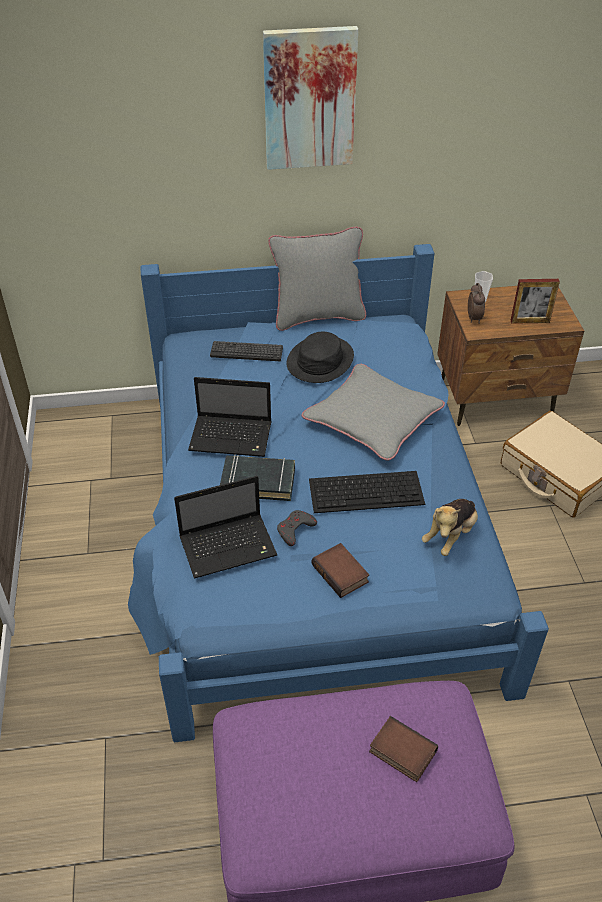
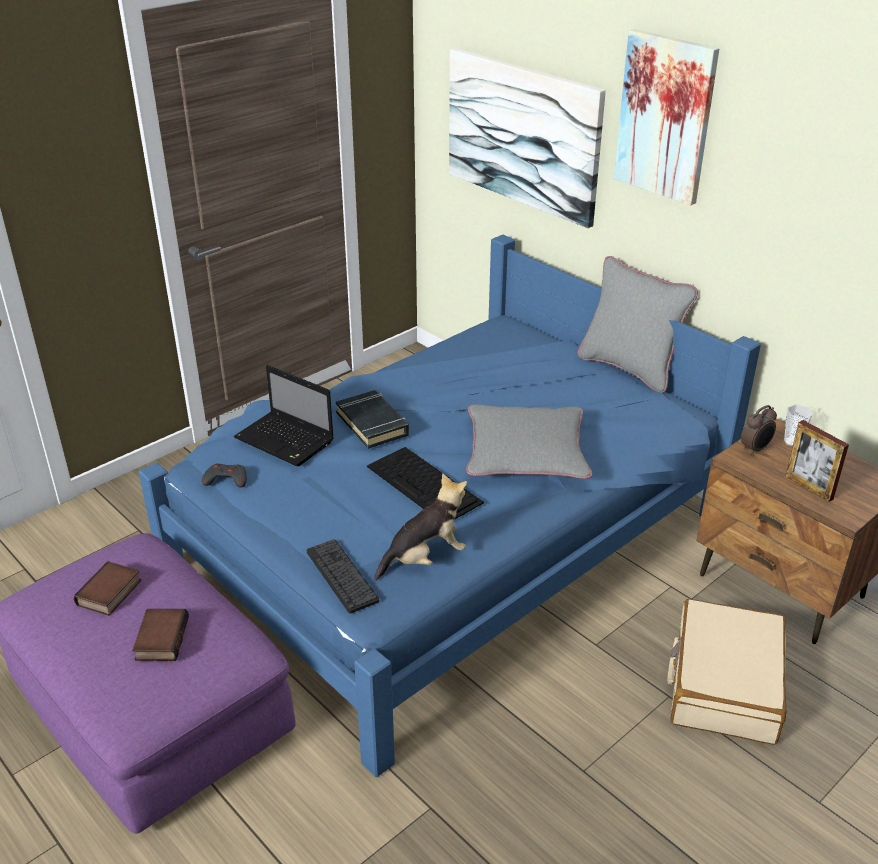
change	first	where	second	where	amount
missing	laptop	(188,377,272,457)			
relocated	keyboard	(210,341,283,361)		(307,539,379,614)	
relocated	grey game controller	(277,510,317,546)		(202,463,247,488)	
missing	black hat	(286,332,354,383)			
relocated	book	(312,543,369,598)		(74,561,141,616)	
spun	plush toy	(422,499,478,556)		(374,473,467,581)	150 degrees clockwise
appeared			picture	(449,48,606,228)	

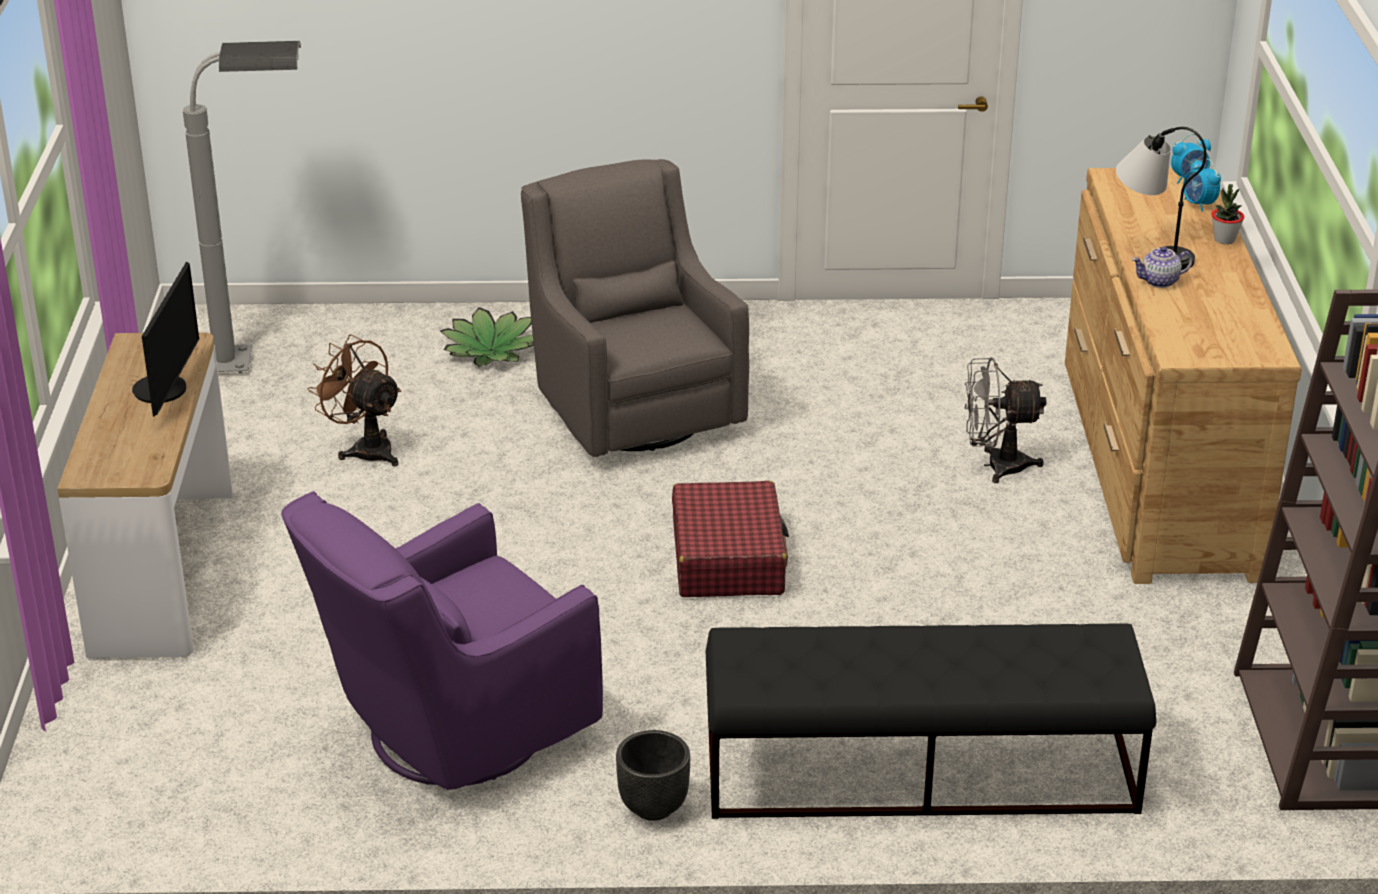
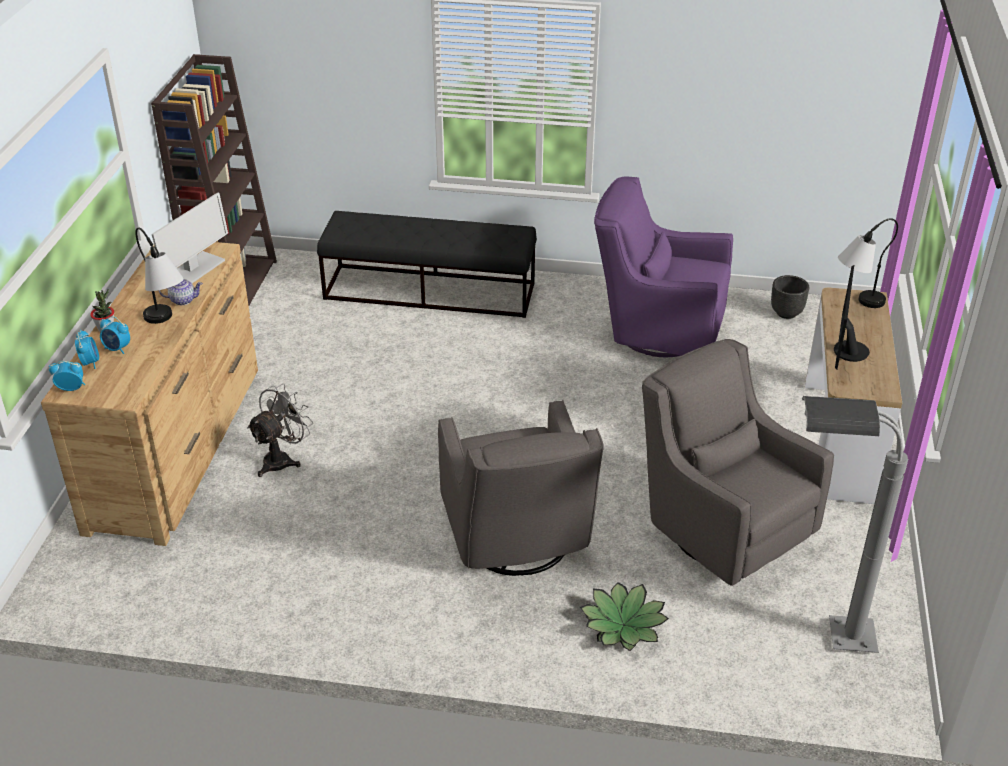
change	first	where	second	where	amount
spun	purple armchair	(281,491,603,790)		(594,176,733,357)	135 degrees counterclockwise
exchanged	brown fan	(308,334,402,466)	grey armchair	(642,339,834,586)	
relocated	black planter	(616,730,690,821)		(771,275,809,319)	
missing	red suitcase	(672,481,789,597)			
spun	grey fan	(965,357,1046,483)		(247,384,313,477)	60 degrees counterclockwise
appeared			alarm clock	(100,316,130,354)	
appeared			monitor	(152,192,228,283)	
appeared			table lamp	(838,218,898,308)	

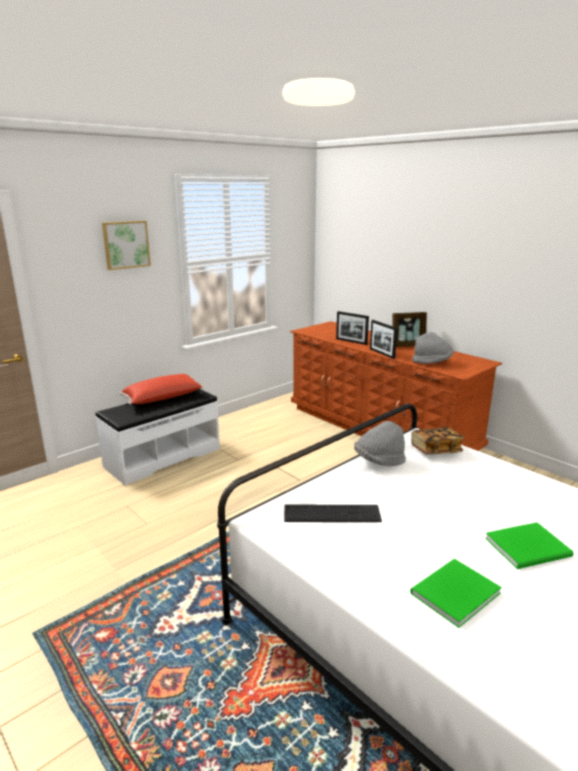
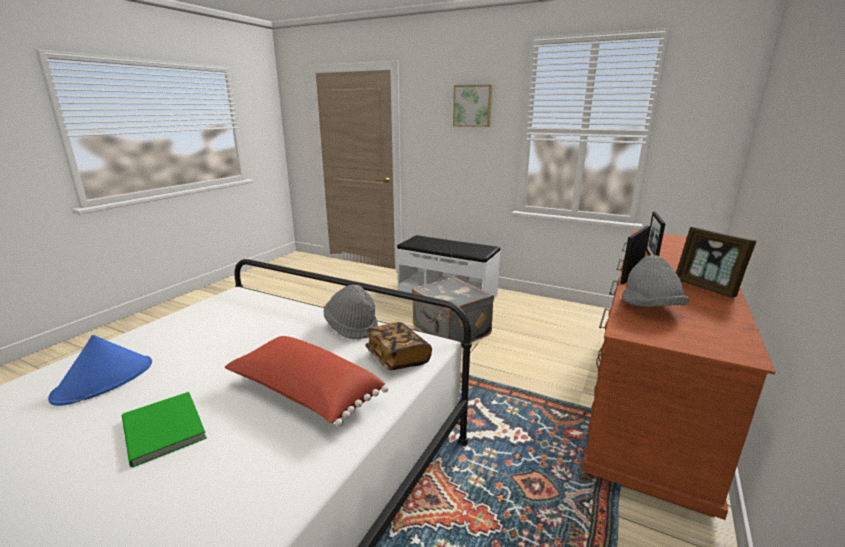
change	first	where	second	where	amount
relocated	red pillow	(119,374,204,405)		(225,336,388,427)	
missing	keyboard	(284,505,382,522)			
exchanged	green book	(410,559,502,628)	blue hat	(48,335,152,406)	
appeared			grey suitcase	(412,277,494,342)	

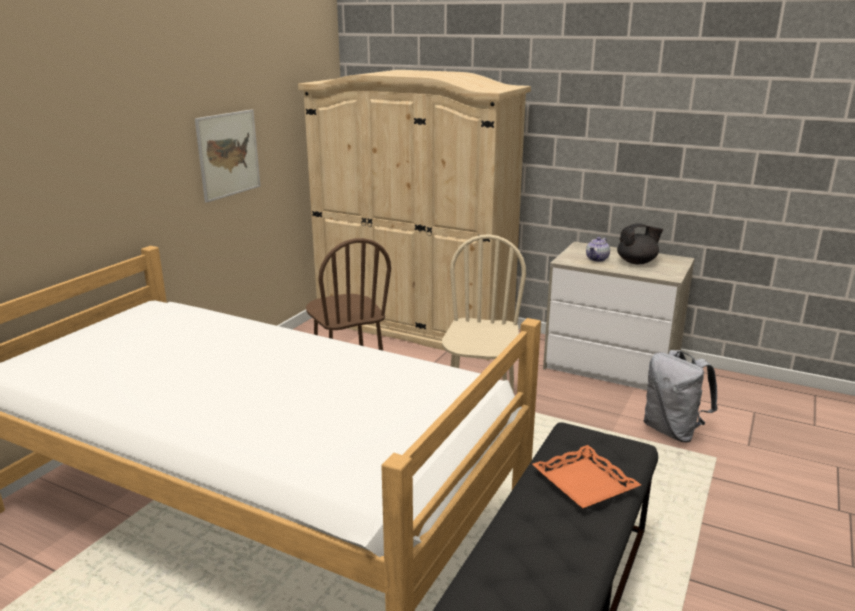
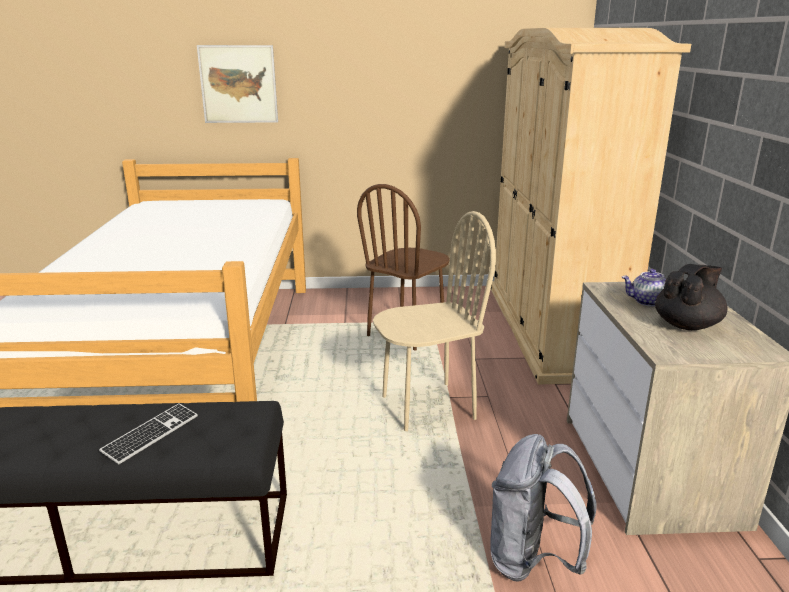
change	first	where	second	where	amount
relocated	picture	(195,109,260,203)		(197,45,278,123)	
exchanged	orange tray	(532,445,641,509)	keyboard	(99,403,198,464)	
spun	black teapot	(617,223,663,264)		(655,264,727,330)	90 degrees counterclockwise

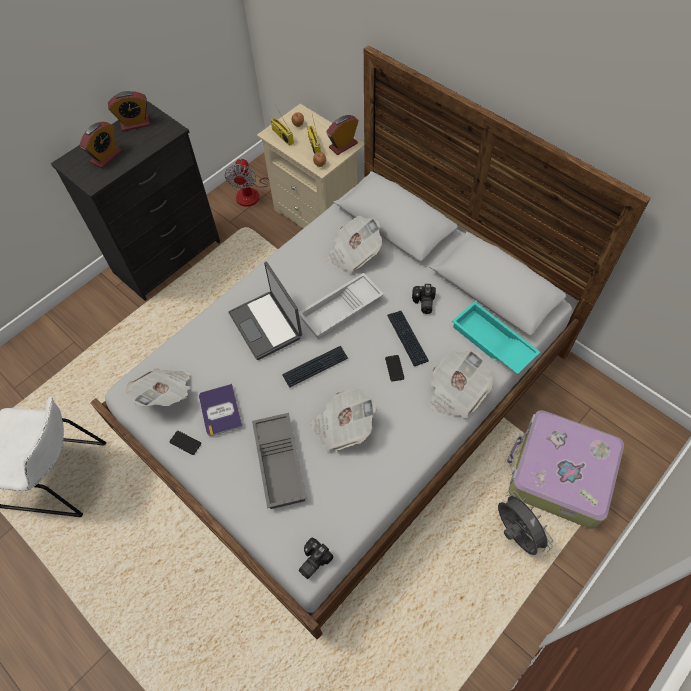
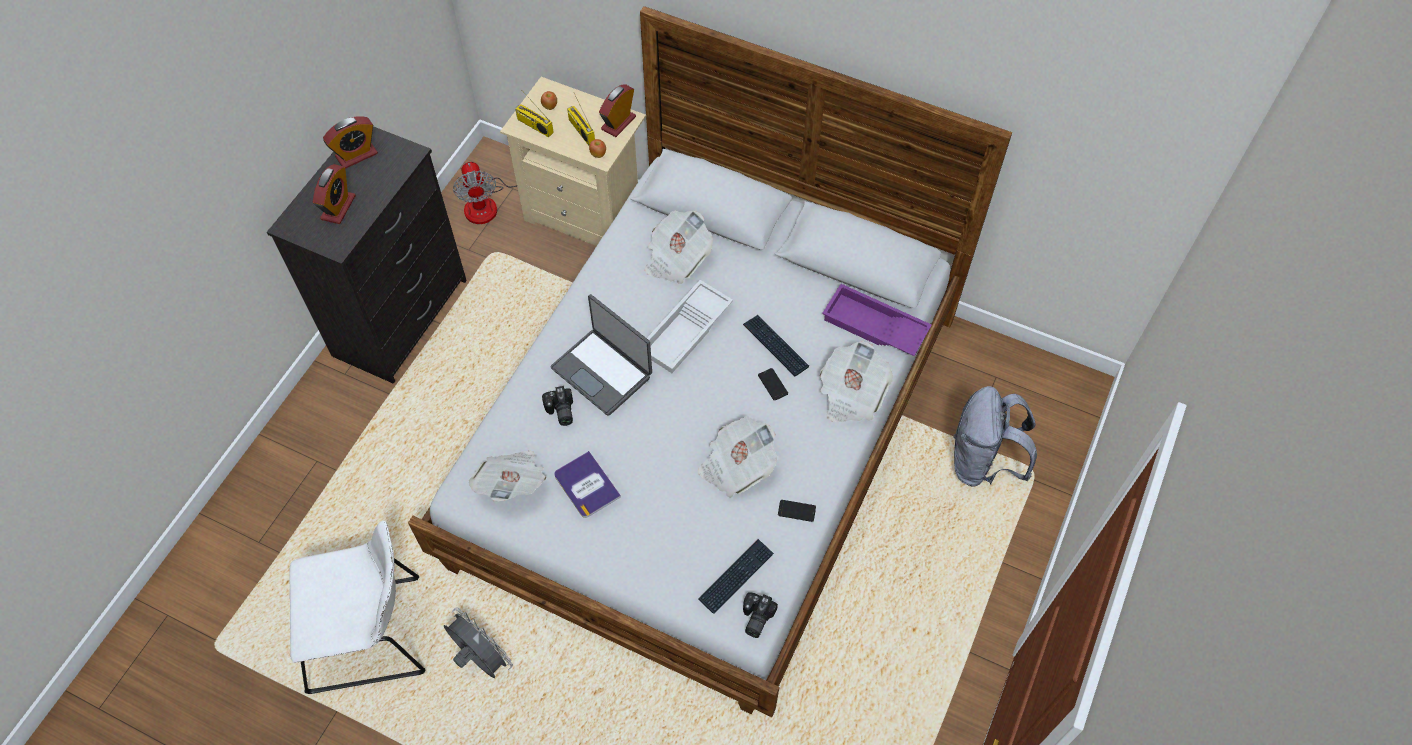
change	first	where	second	where	amount
relocated	phone	(169,431,201,455)		(778,500,816,522)	
missing	grey tray	(252,413,307,509)			
relocated	keyboard	(282,346,348,388)		(698,539,774,614)	
relocated	photo camera	(412,284,436,314)		(542,386,573,426)	
colour	turquoise tray	(452,301,540,374)	purple tray	(822,284,932,356)	
relocated	grey fan	(498,491,553,555)		(444,608,513,678)	
exchanged	suitcase	(507,410,624,529)	grey backpack	(953,386,1037,487)	

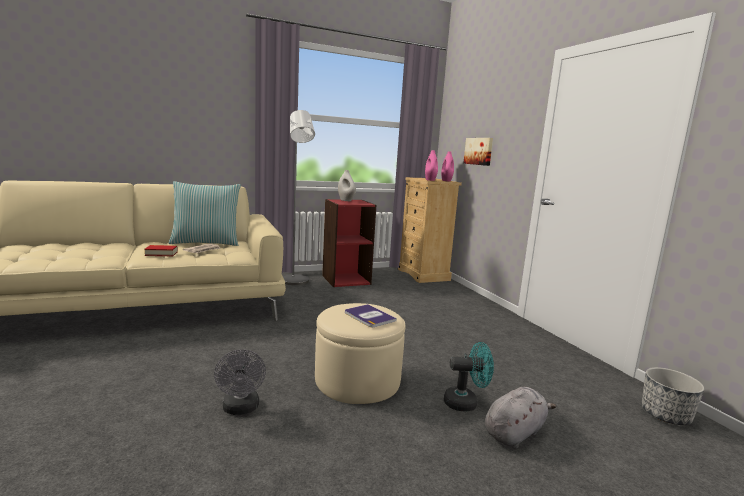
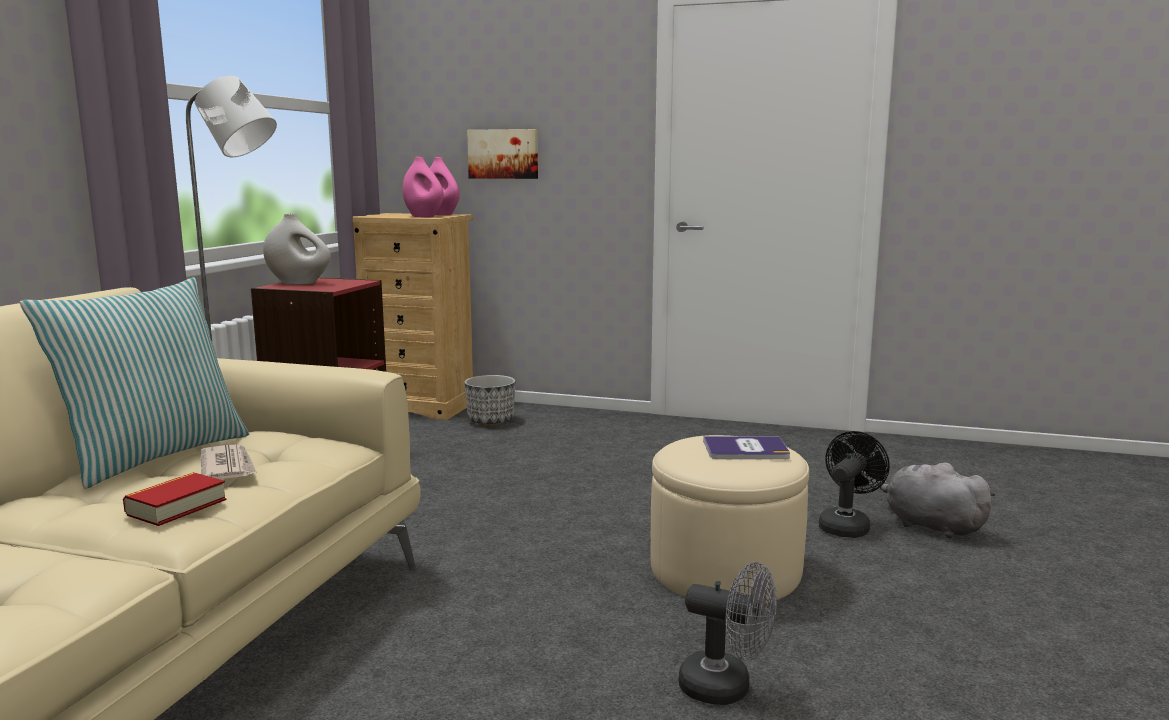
change	first	where	second	where	amount
colour	turquoise fan	(444,342,494,411)	black fan	(819,431,890,538)	
spun	grey plush toy	(485,387,556,449)		(879,463,995,538)	45 degrees counterclockwise
relocated	planter	(641,367,705,425)		(465,375,515,426)	

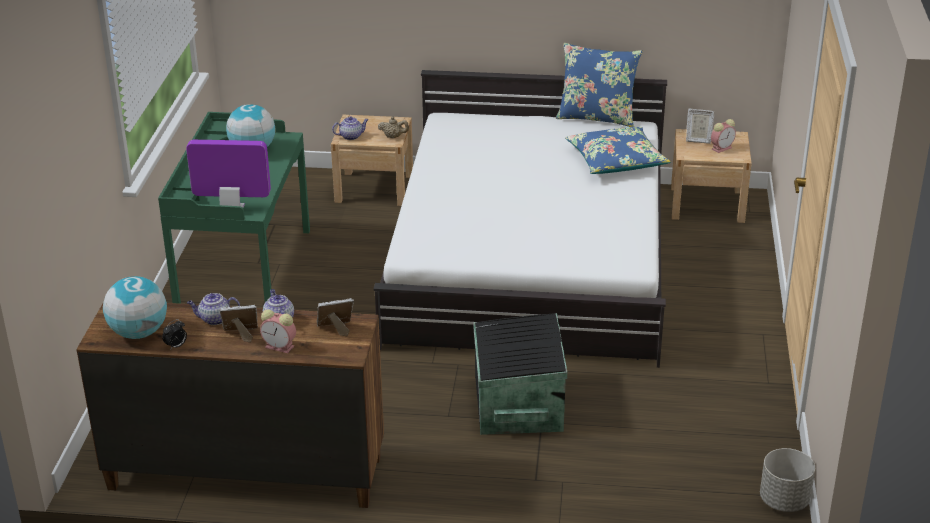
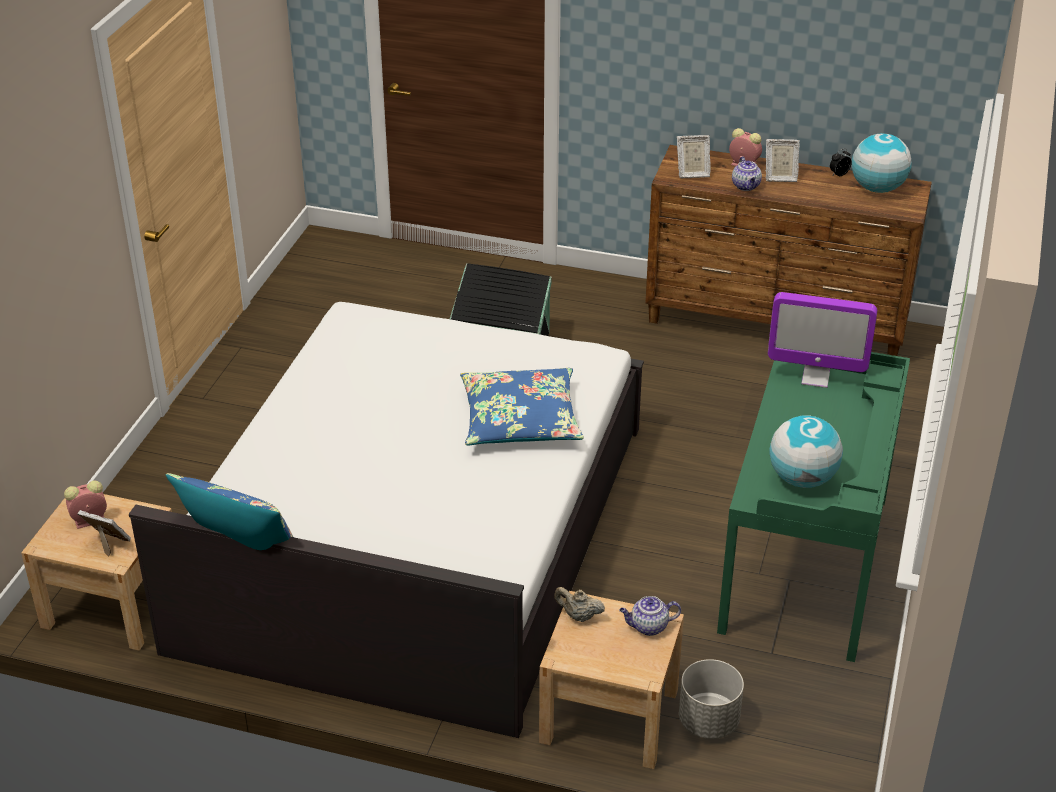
change	first	where	second	where	amount
missing	teapot	(187,293,240,325)			
relocated	blue pillow	(565,127,671,174)		(460,368,584,445)	
relocated	grey planter	(760,448,815,512)		(679,659,744,739)	

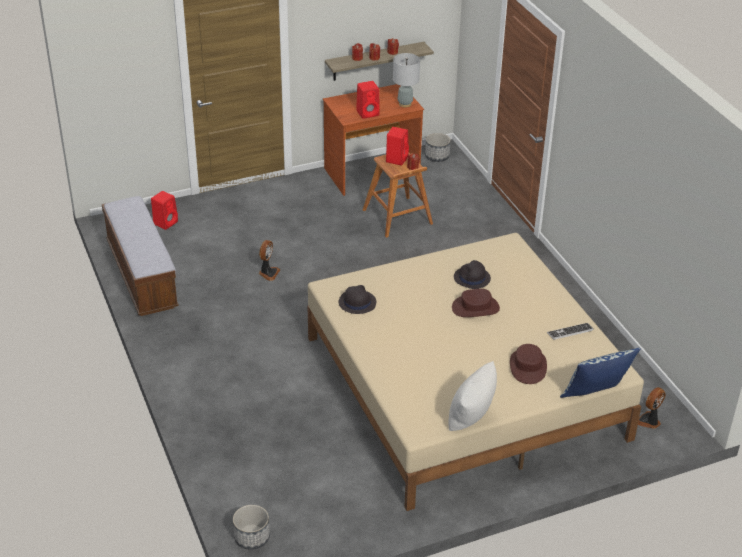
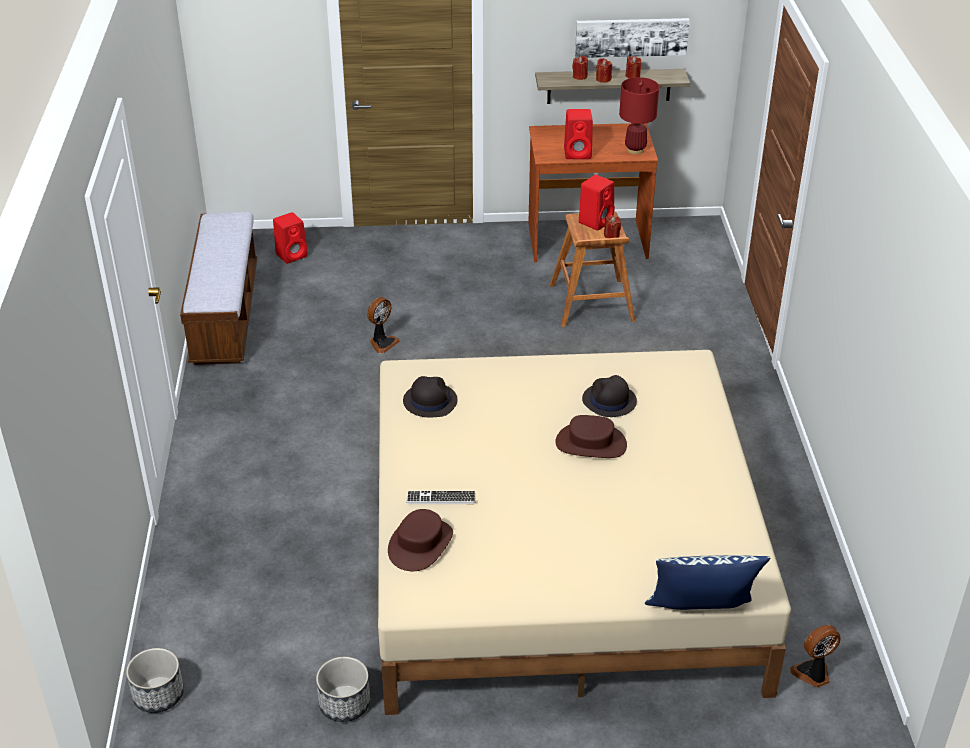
change	first	where	second	where	amount
colour	grey table lamp	(393,53,420,107)	red table lamp	(619,77,659,154)	
relocated	planter	(425,133,451,162)		(316,657,370,722)	
missing	white pillow	(448,361,497,431)			
relocated	brown hat	(510,344,547,384)		(388,509,453,571)	
relocated	keyboard	(547,323,594,340)		(406,491,476,504)	
appeared			picture	(575,18,690,58)	

